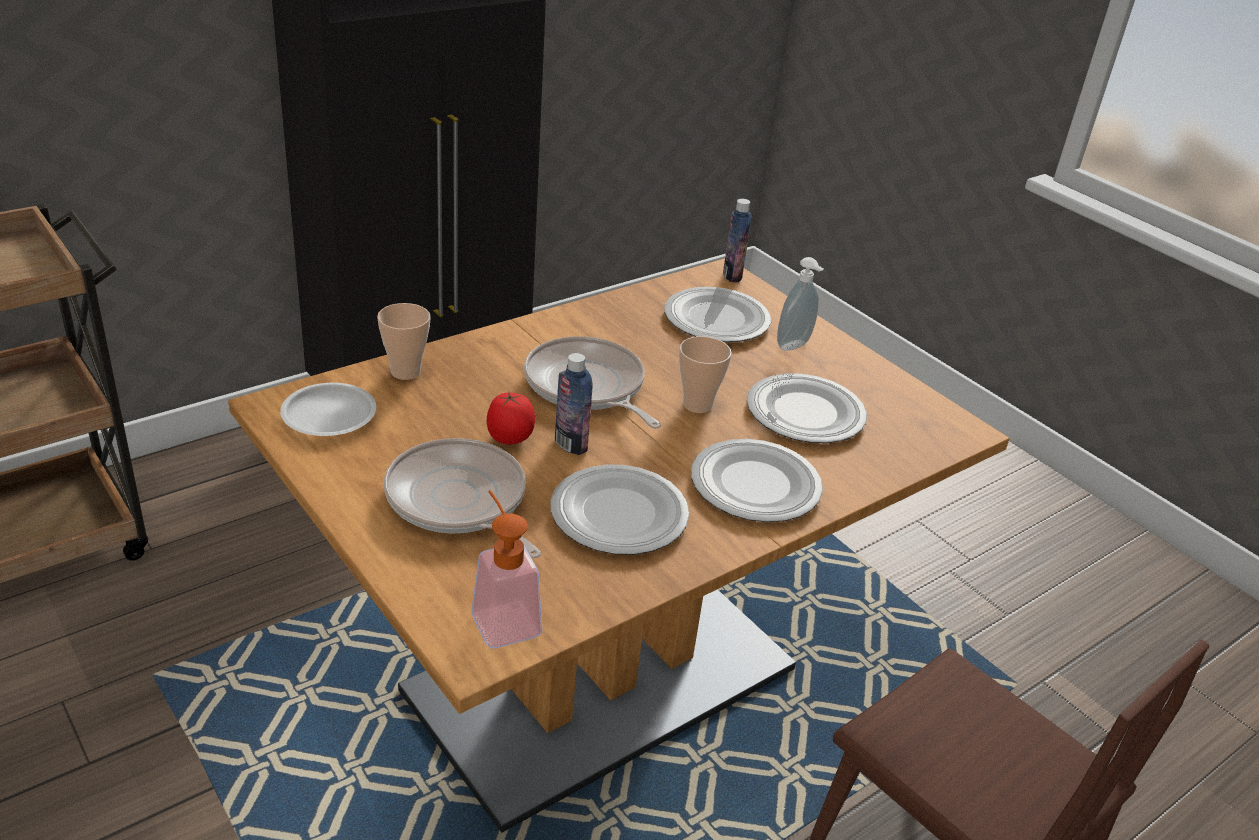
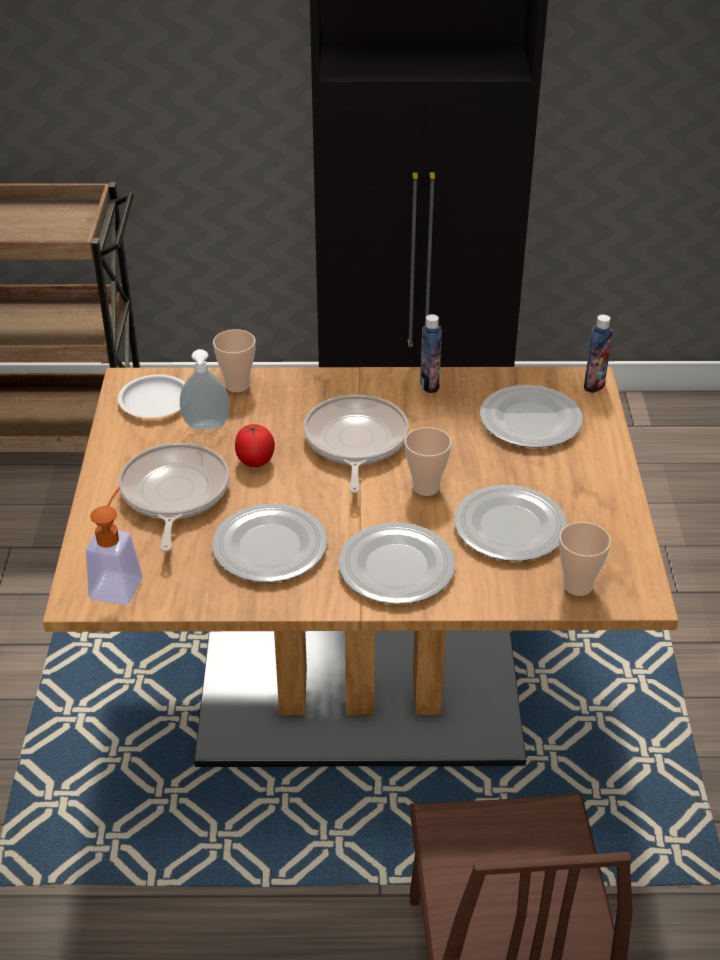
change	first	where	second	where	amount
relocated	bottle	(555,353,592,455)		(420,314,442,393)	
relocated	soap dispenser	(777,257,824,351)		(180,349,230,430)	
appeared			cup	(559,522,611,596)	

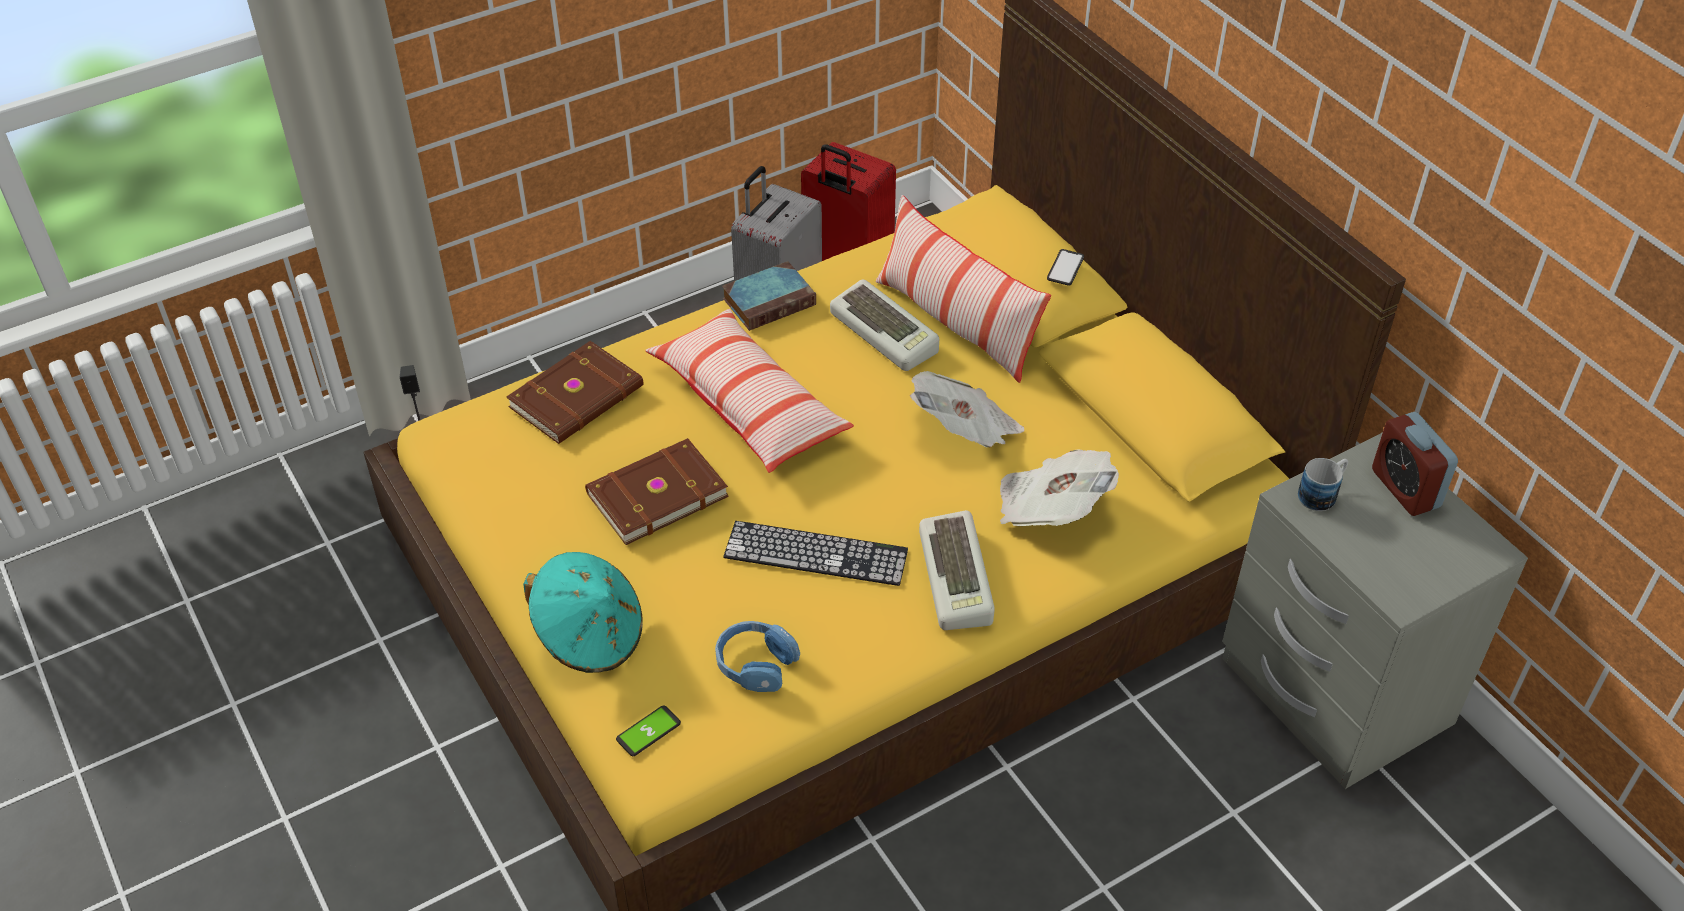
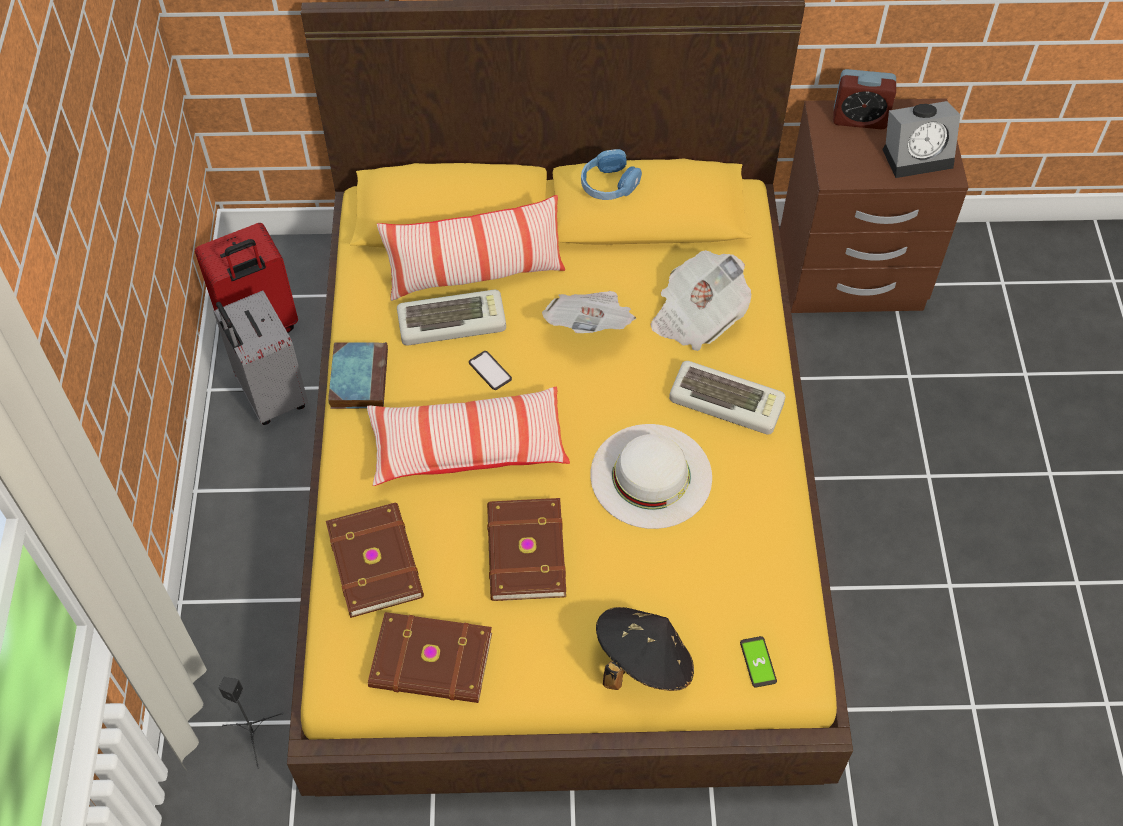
change	first	where	second	where	amount
colour	turquoise hat	(523,552,643,673)	black hat	(596,607,694,691)	
relocated	blue headphones	(715,621,800,692)		(581,149,642,200)	
exchanged	keyboard	(723,521,908,586)	white hat	(590,424,712,529)	
relocated	phone	(1047,249,1084,286)		(469,351,512,390)	
colour	grey nightstand	(1222,432,1528,789)	brown nightstand	(780,98,969,313)	
missing	mug	(1298,458,1348,511)			
appeared			brown book	(368,612,492,703)	
appeared			alarm clock	(882,101,960,178)	

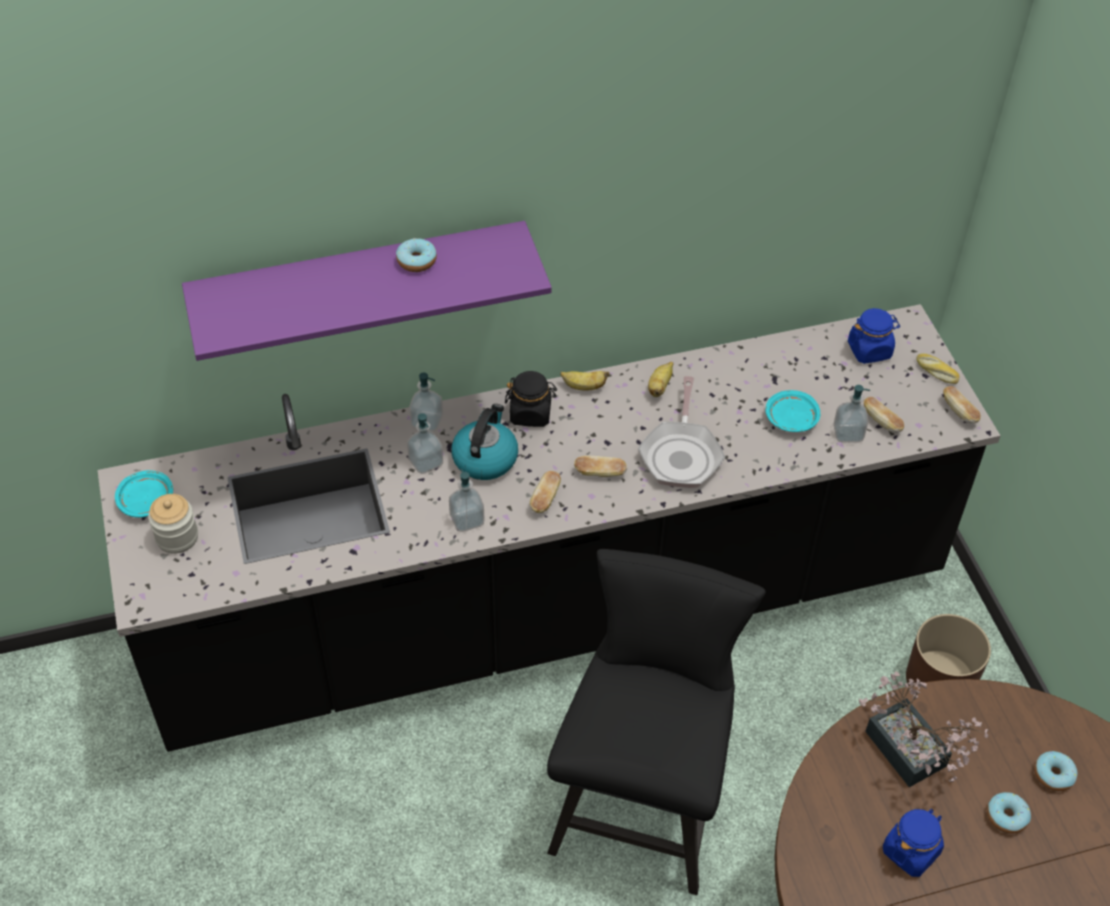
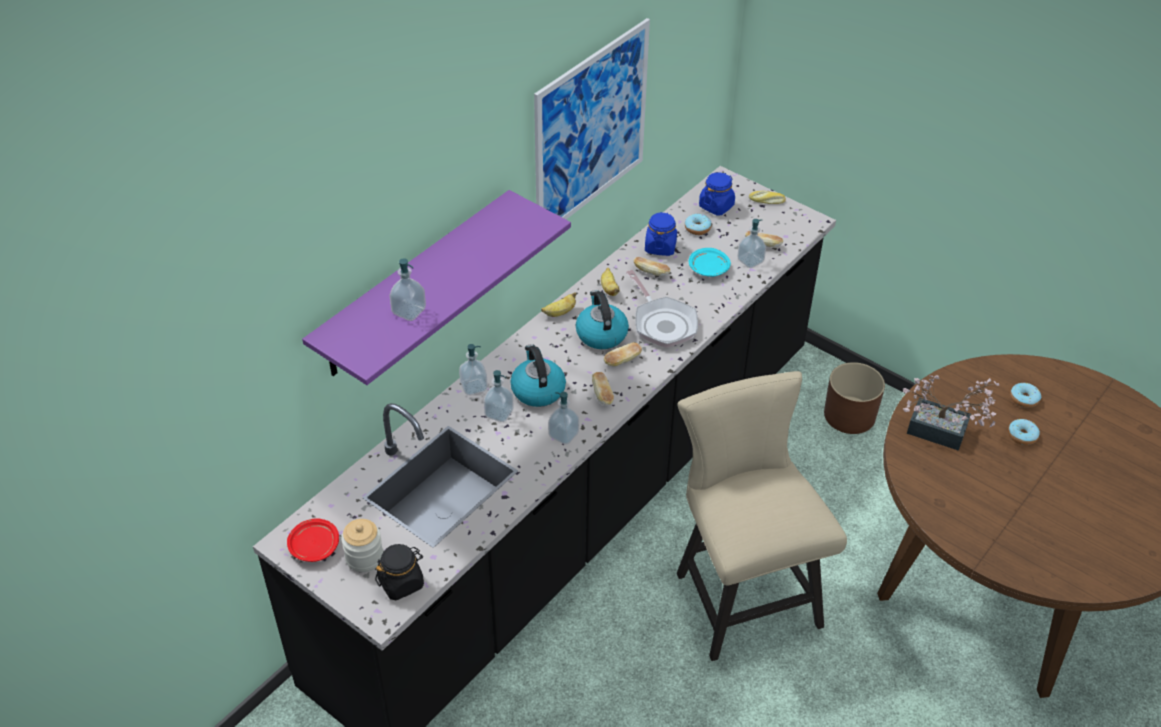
change	first	where	second	where	amount
colour	turquoise plate	(115,470,173,518)	red plate	(287,518,339,562)	
relocated	donut	(396,238,437,272)		(685,214,712,235)	
relocated	black jar	(505,371,557,427)		(375,544,424,600)	
colour	black chair	(547,549,766,895)	beige chair	(677,371,847,661)	
relocated	blue jar	(883,809,944,877)		(645,213,677,256)	
relocated	bread	(943,386,981,424)		(633,257,670,276)	
appeared			soap dispenser	(389,258,426,321)	
appeared			picture	(534,18,650,219)	
appeared			kettle	(576,290,629,349)	

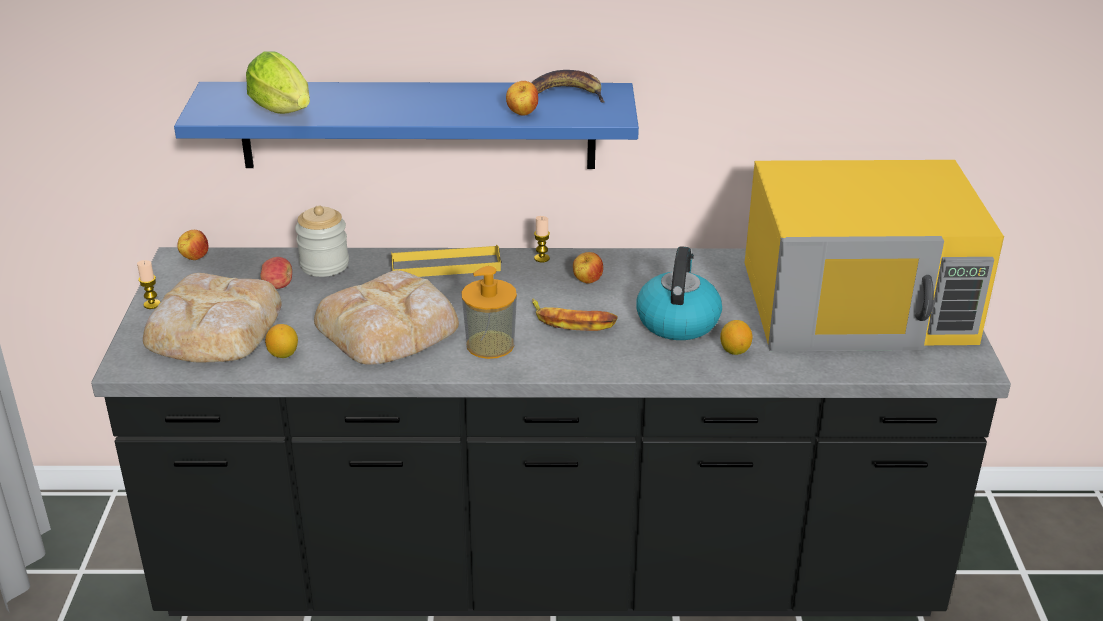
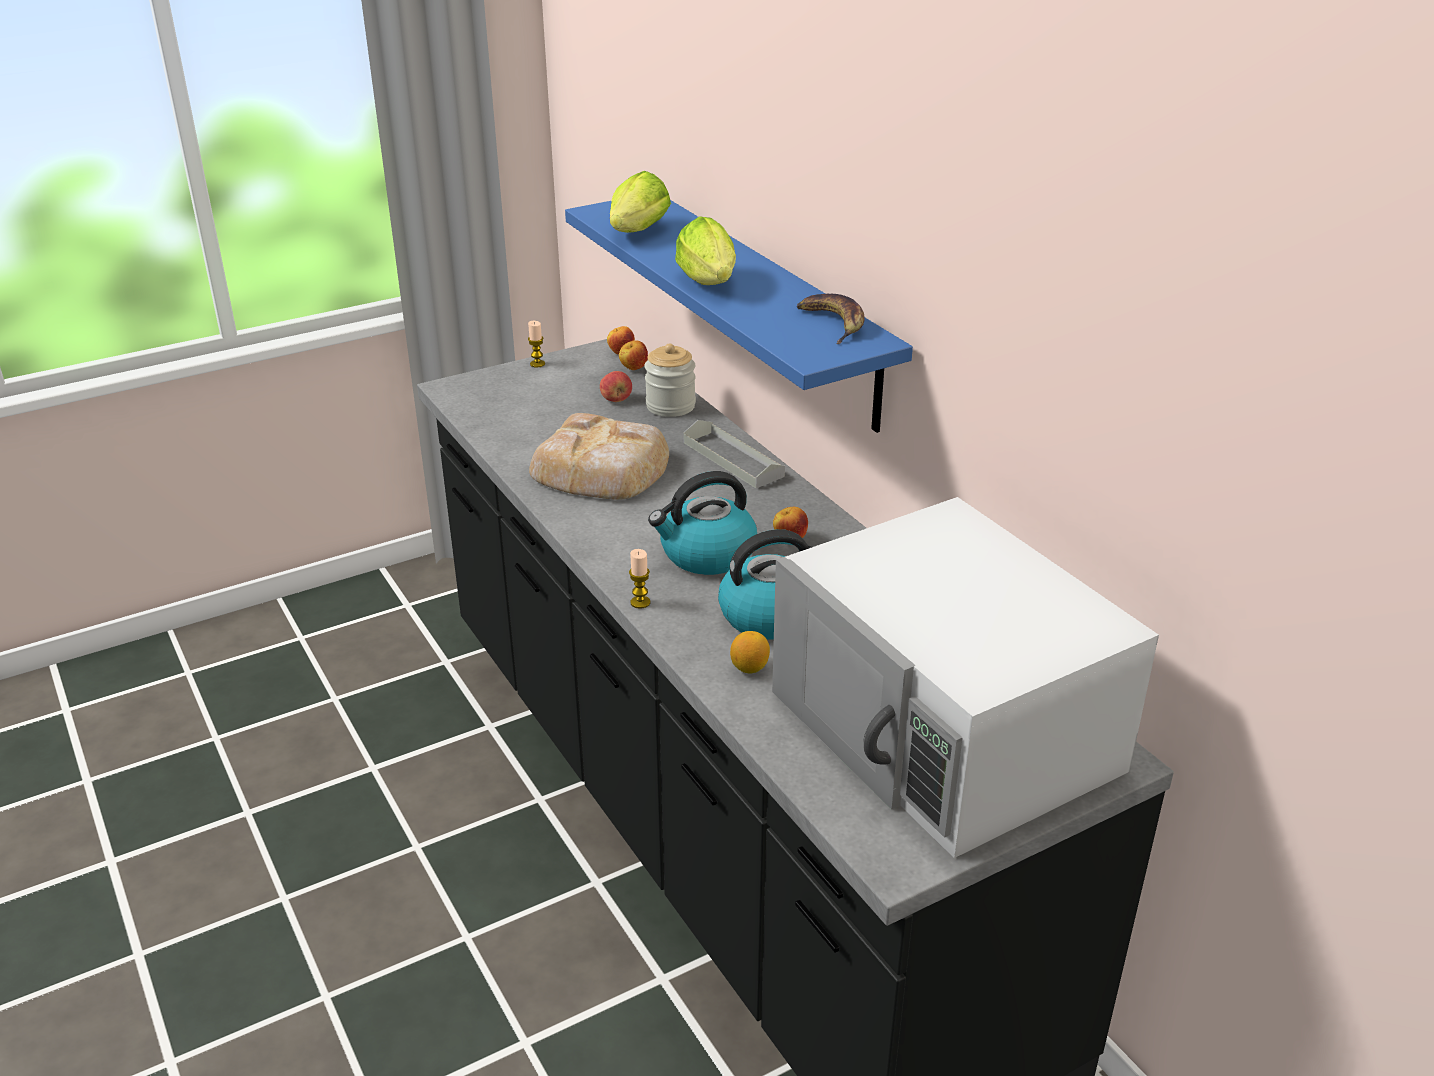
change	first	where	second	where	amount
missing	bread	(143,273,282,362)			
missing	lemon	(265,324,298,358)			
colour	yellow tray	(391,245,501,277)	grey tray	(683,420,785,489)	
missing	soap dispenser	(461,266,517,359)			
relocated	apple	(506,81,538,116)		(619,340,648,370)	
exchanged	banana	(532,299,618,331)	kettle	(648,471,757,575)	
relocated	candle	(534,216,550,262)		(629,549,651,609)	
colour	yellow microwave	(745,160,1004,351)	white microwave	(772,497,1159,858)	
appeared			lettuce	(675,216,736,285)	

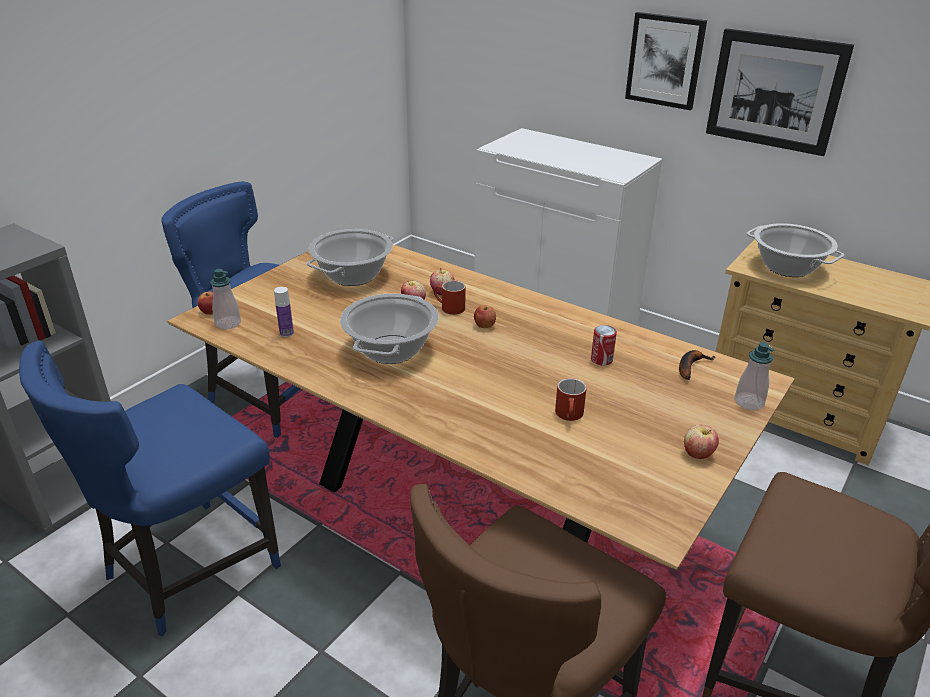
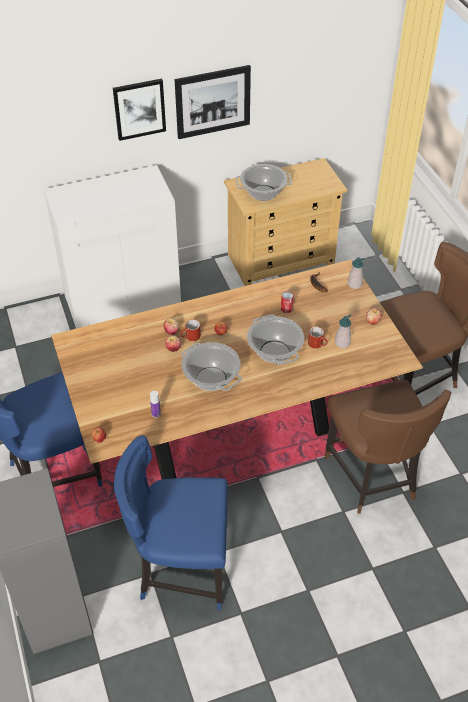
change	first	where	second	where	amount
spun	blue chair	(19,341,281,636)		(114,435,228,610)	105 degrees clockwise
relocated	soap dispenser	(210,269,241,330)		(335,315,351,348)	
relocated	cooking pot	(307,229,393,286)		(247,314,304,365)	

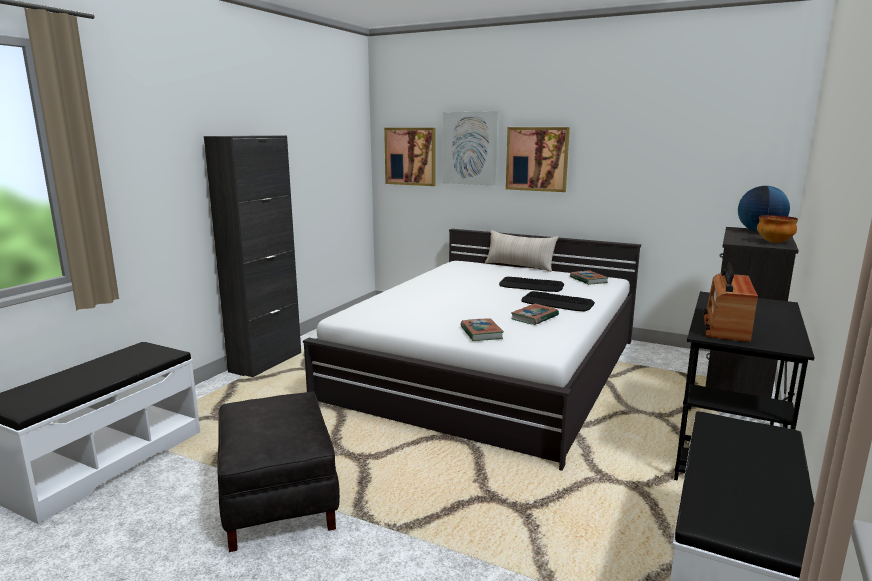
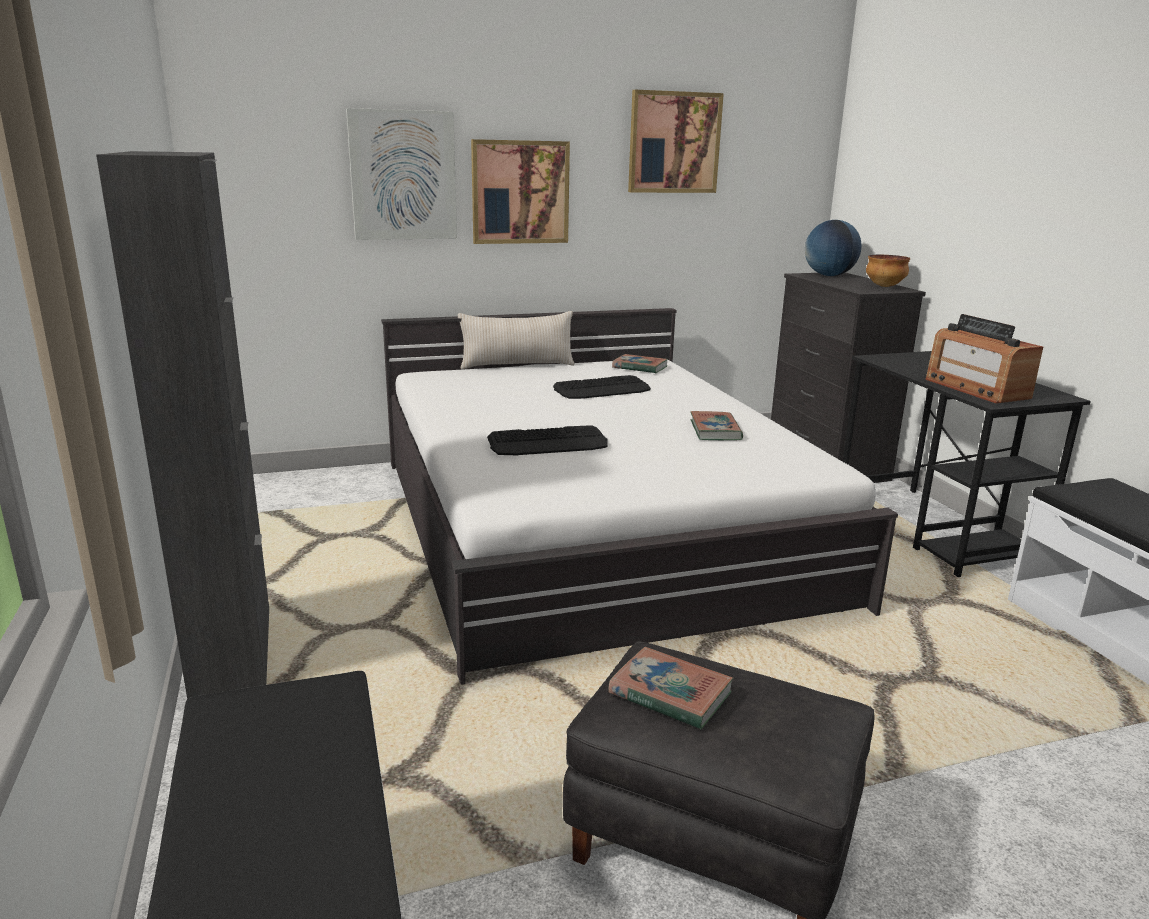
change	first	where	second	where	amount
relocated	picture	(384,128,436,186)		(628,90,724,193)	
relocated	book	(460,318,504,341)		(608,647,733,730)	
relocated	keyboard	(521,291,595,312)		(487,425,608,455)	

